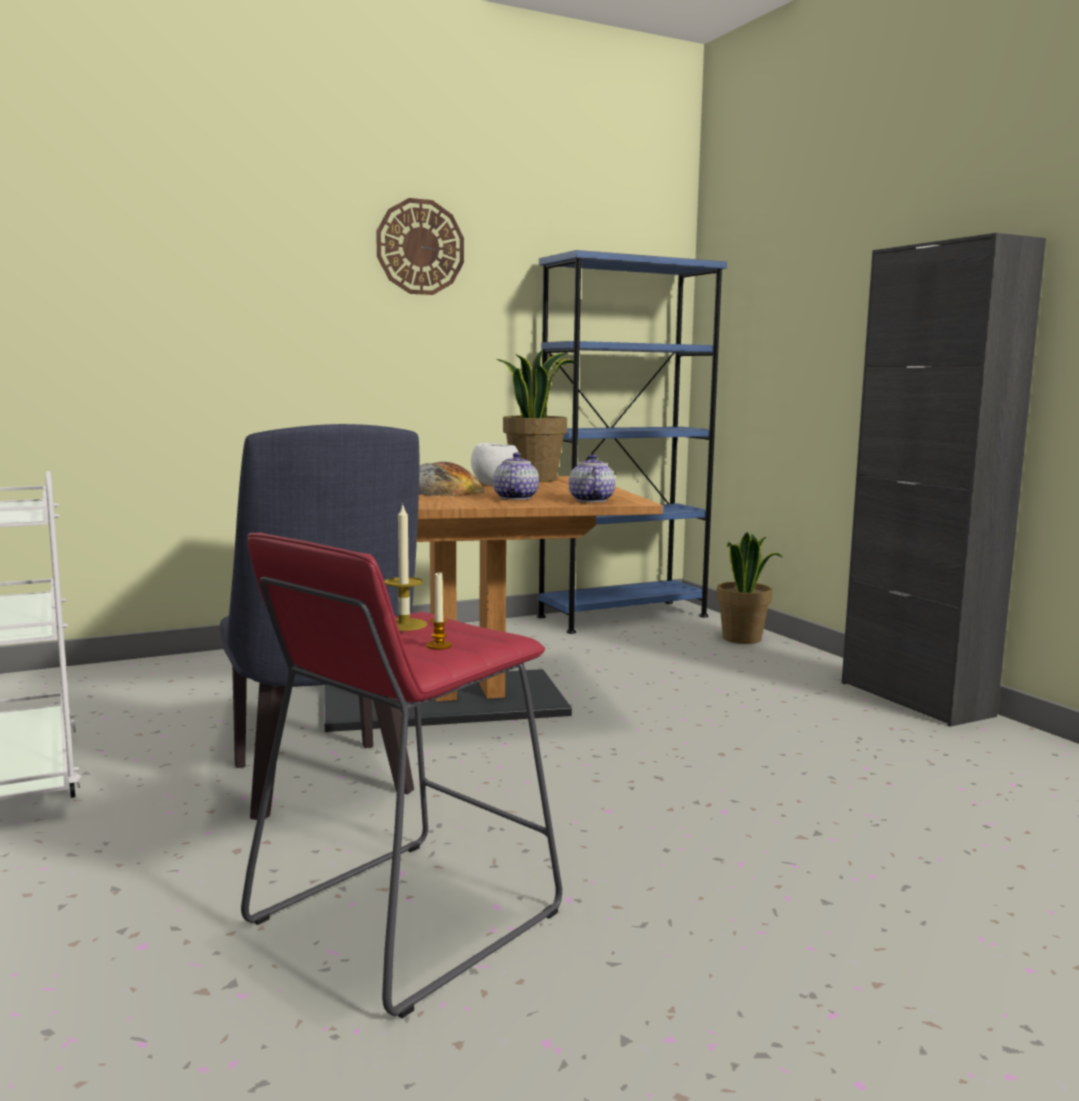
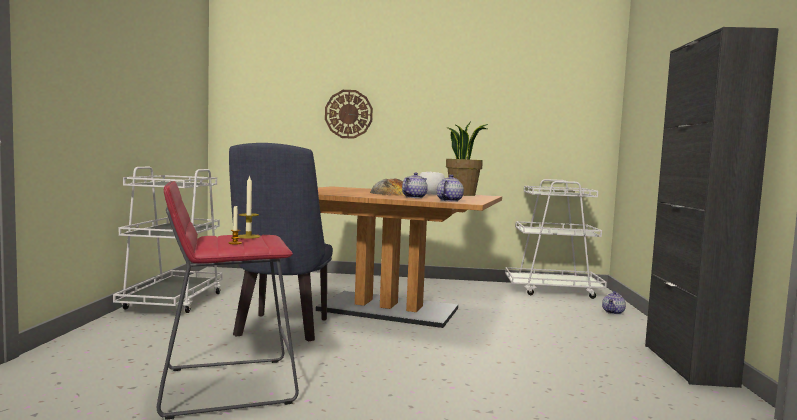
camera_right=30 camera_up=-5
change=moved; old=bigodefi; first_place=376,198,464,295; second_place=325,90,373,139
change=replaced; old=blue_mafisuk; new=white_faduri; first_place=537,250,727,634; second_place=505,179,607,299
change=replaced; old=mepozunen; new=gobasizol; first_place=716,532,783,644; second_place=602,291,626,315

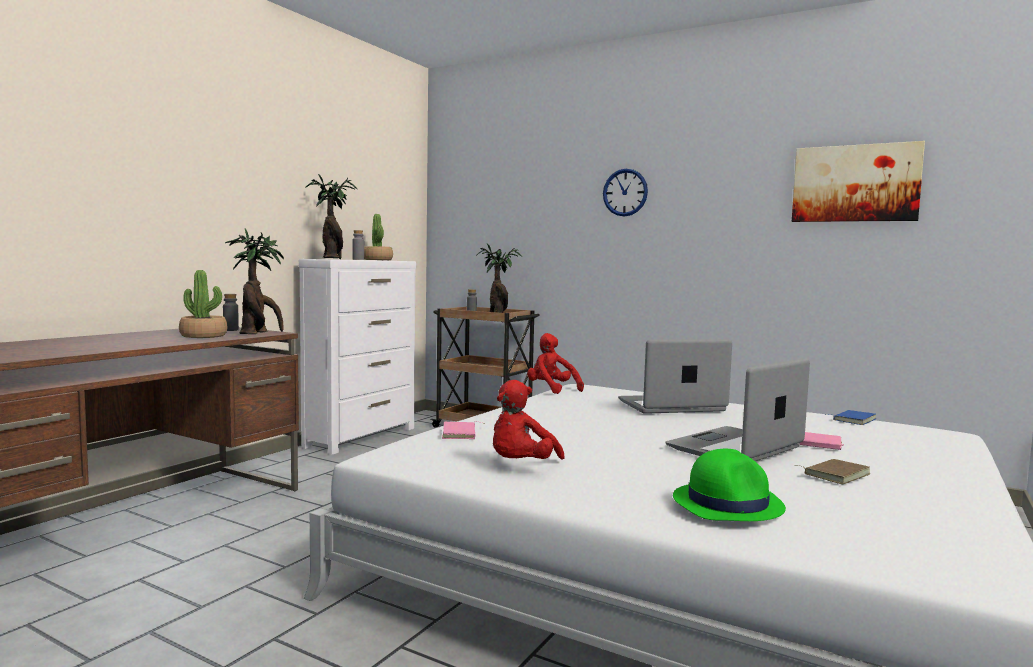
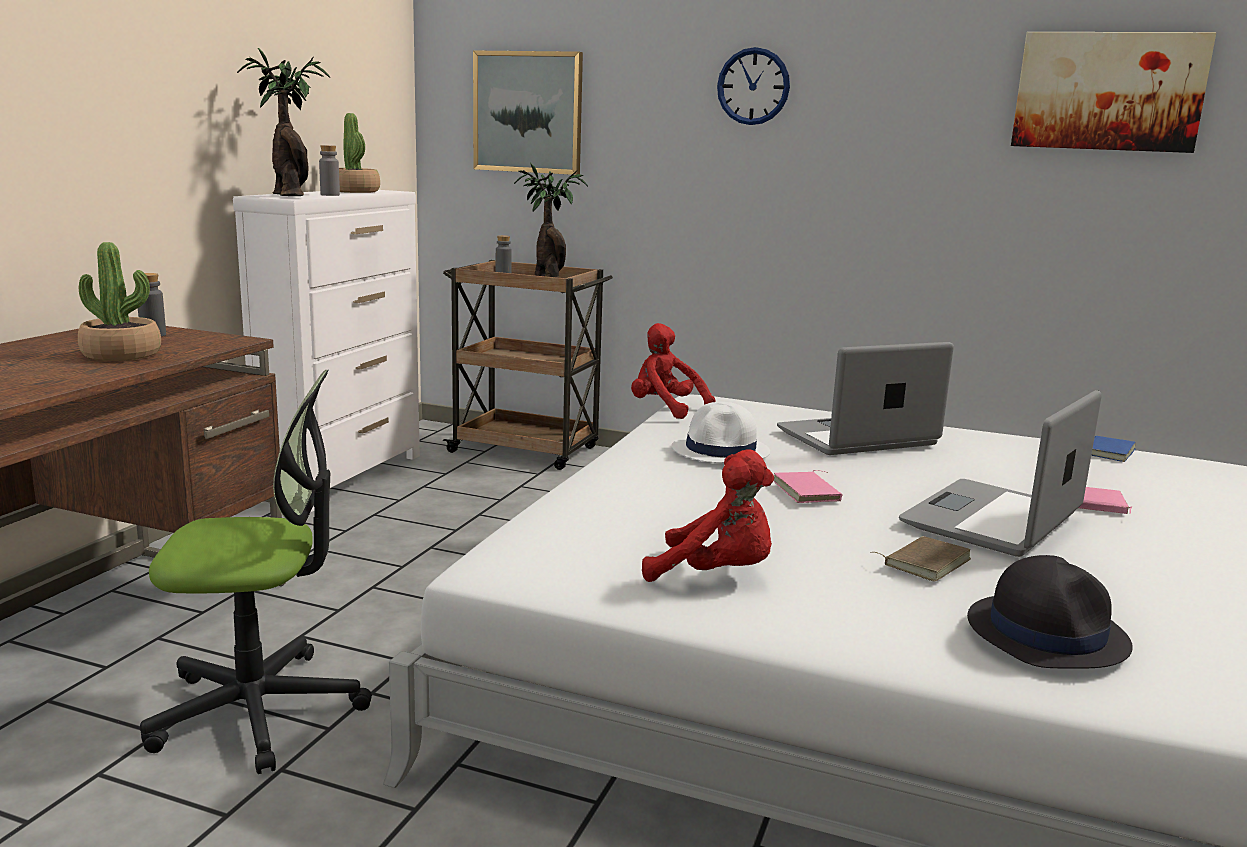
camera_right=-10 camera_up=10
change=removed; old=mepozunen; first_place=225,228,284,334
change=added; new=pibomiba; second_place=140,370,372,774
change=added; new=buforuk; second_place=473,50,583,175
change=added; new=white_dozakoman; second_place=672,402,770,463
change=moved; old=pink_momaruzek; first_place=442,421,482,439; second_place=774,470,843,503
change=moved; old=brown_momaruzek; first_place=794,459,870,484; second_place=870,536,971,582
change=recoloured; old=green_dozakoman; new=black_dozakoman; first_place=673,449,786,521; second_place=967,555,1133,668
change=turned; old=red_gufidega; first_place=493,380,565,460; second_place=642,449,774,582; degrees=-90

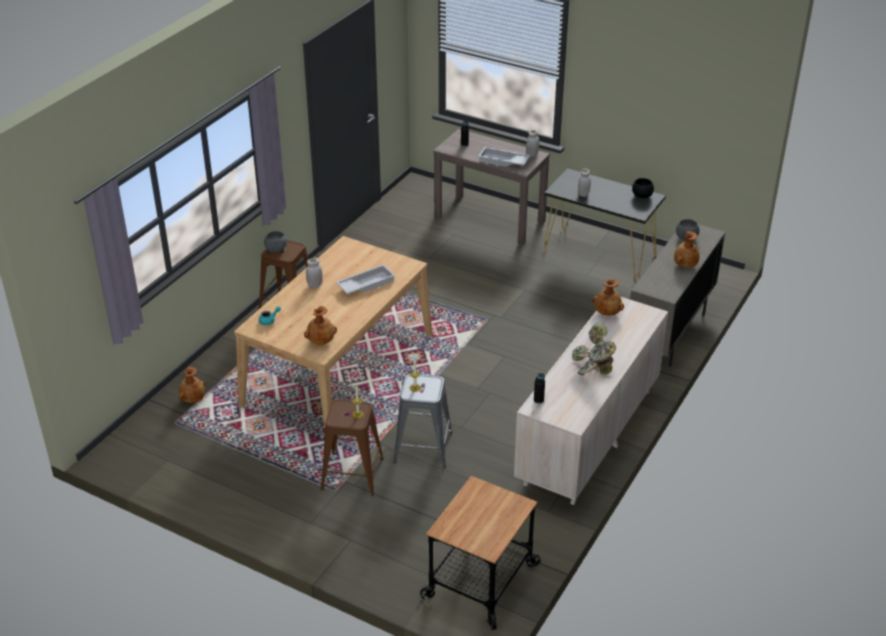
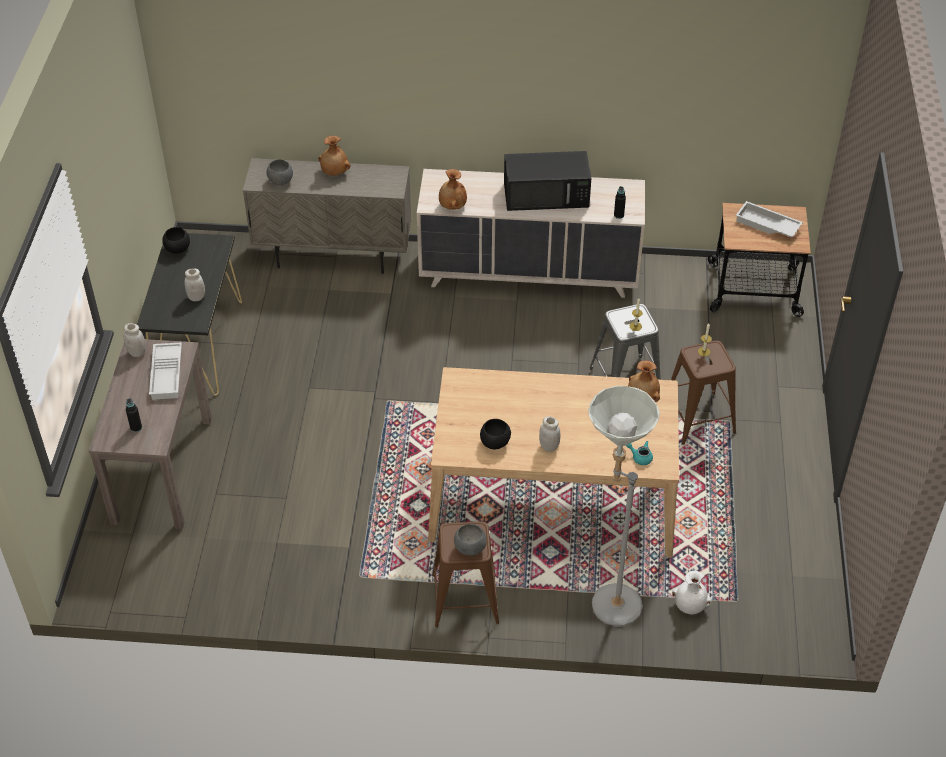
camera_right=-115 camera_up=10
change=added; new=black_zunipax; second_place=480,419,511,449
change=added; new=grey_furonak; second_place=588,386,660,627
change=moved; old=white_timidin; first_place=336,264,395,294; second_place=736,201,803,238
change=replaced; old=mepozunen; new=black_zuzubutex; first_place=572,323,616,375; second_place=504,151,591,211
change=recoloured; old=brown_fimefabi; new=white_fimefabi; first_place=179,367,205,403; second_place=672,571,712,614

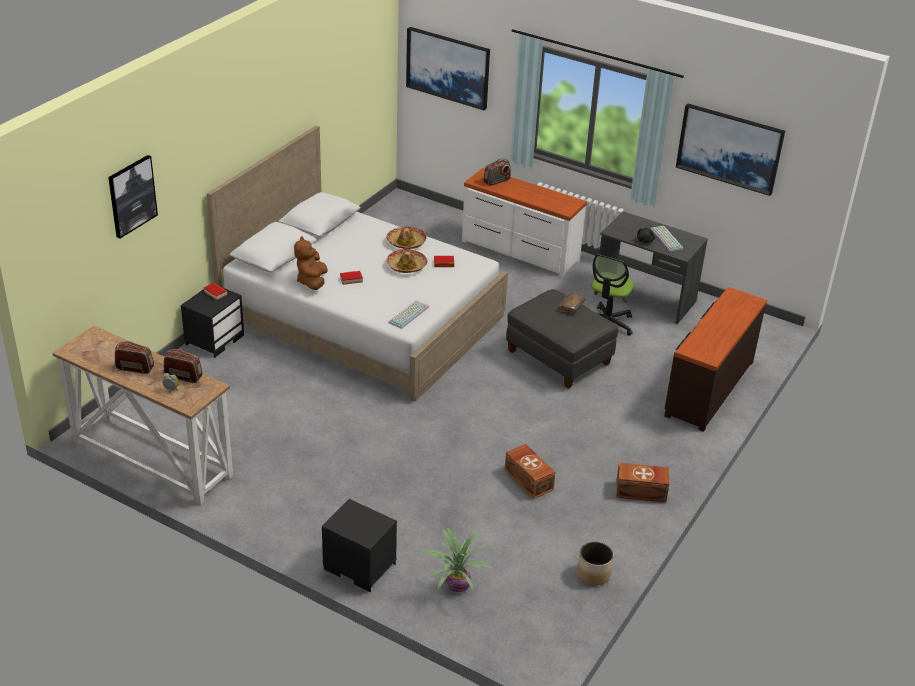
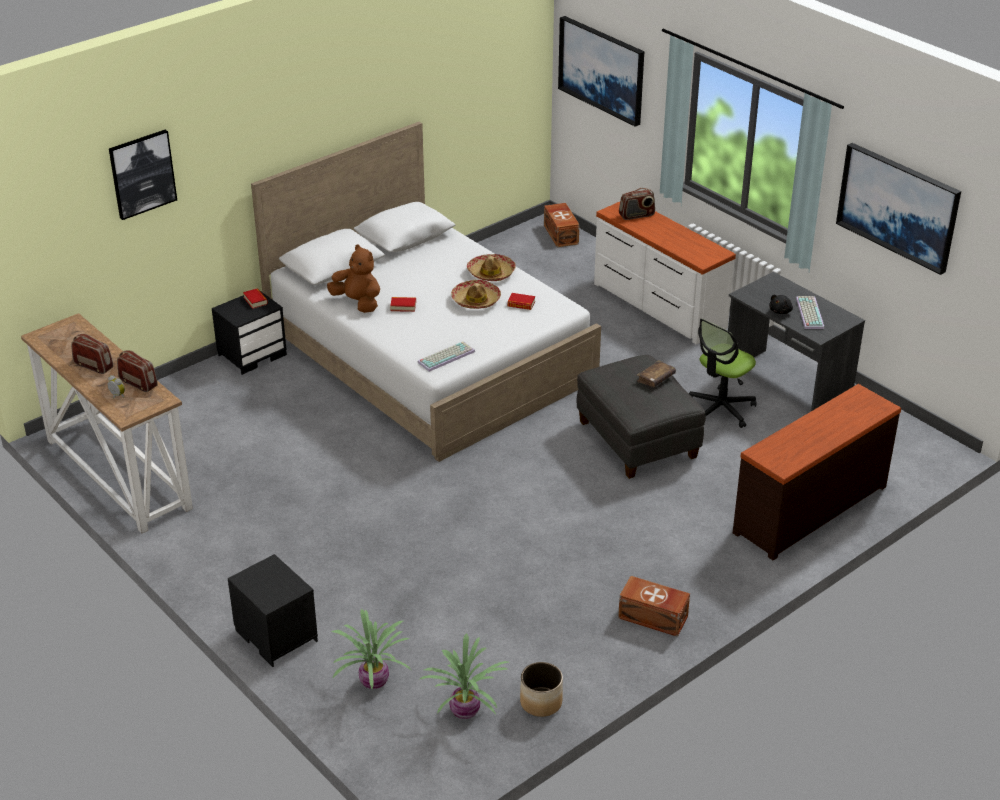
camera_right=20 camera_up=0
change=added; new=mepozunen; second_place=418,633,508,719
change=moved; old=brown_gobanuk; first_place=504,444,555,499; second_place=544,203,579,247
change=turned; old=brown_gufidega; first_place=294,236,328,290; second_place=327,244,380,313; degrees=105

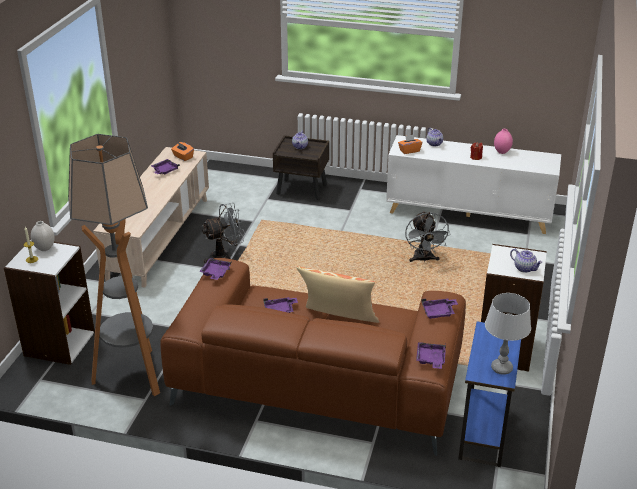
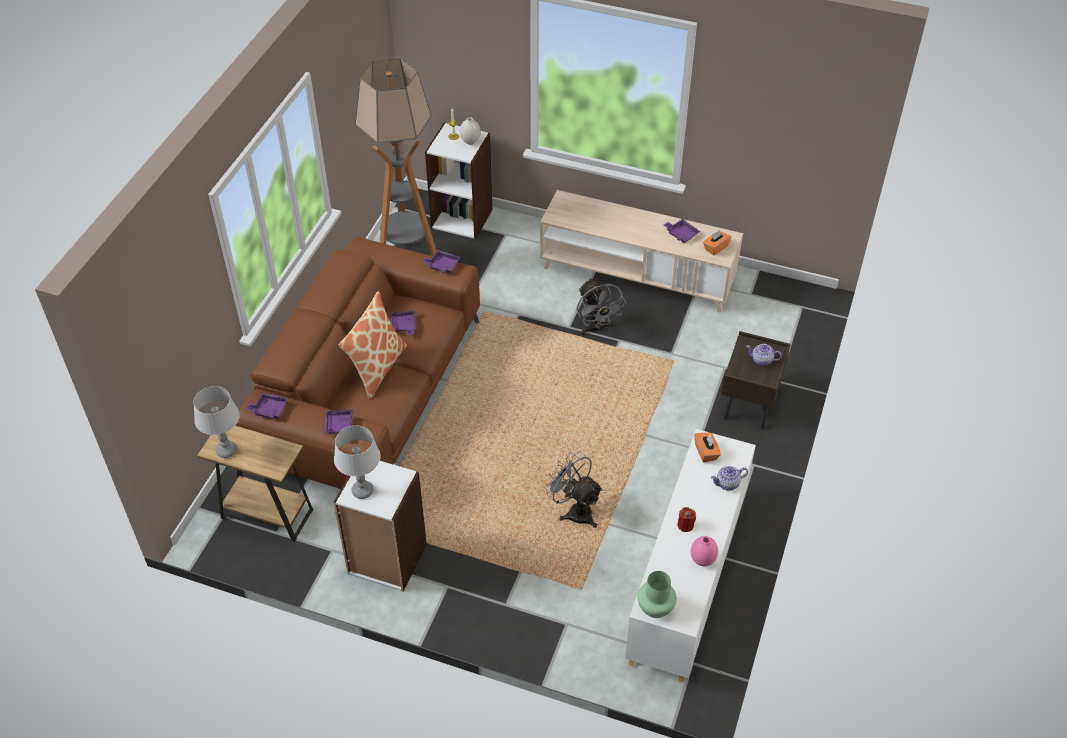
camera_right=95 camera_up=15
change=added; new=green_fimefabi; second_place=637,571,677,618
change=replaced; old=gobasizol; new=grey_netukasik; first_place=510,249,543,273; second_place=334,425,380,499
change=recoloured; old=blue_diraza; new=brown_diraza; first_place=458,322,521,467; second_place=197,426,313,542
change=turned; old=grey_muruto; first_place=405,211,451,262; second_place=544,451,603,528; degrees=45

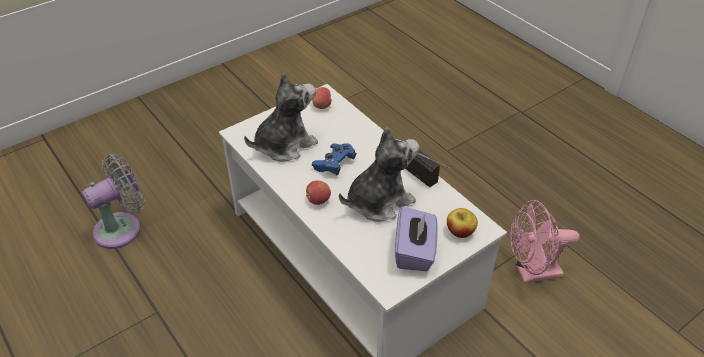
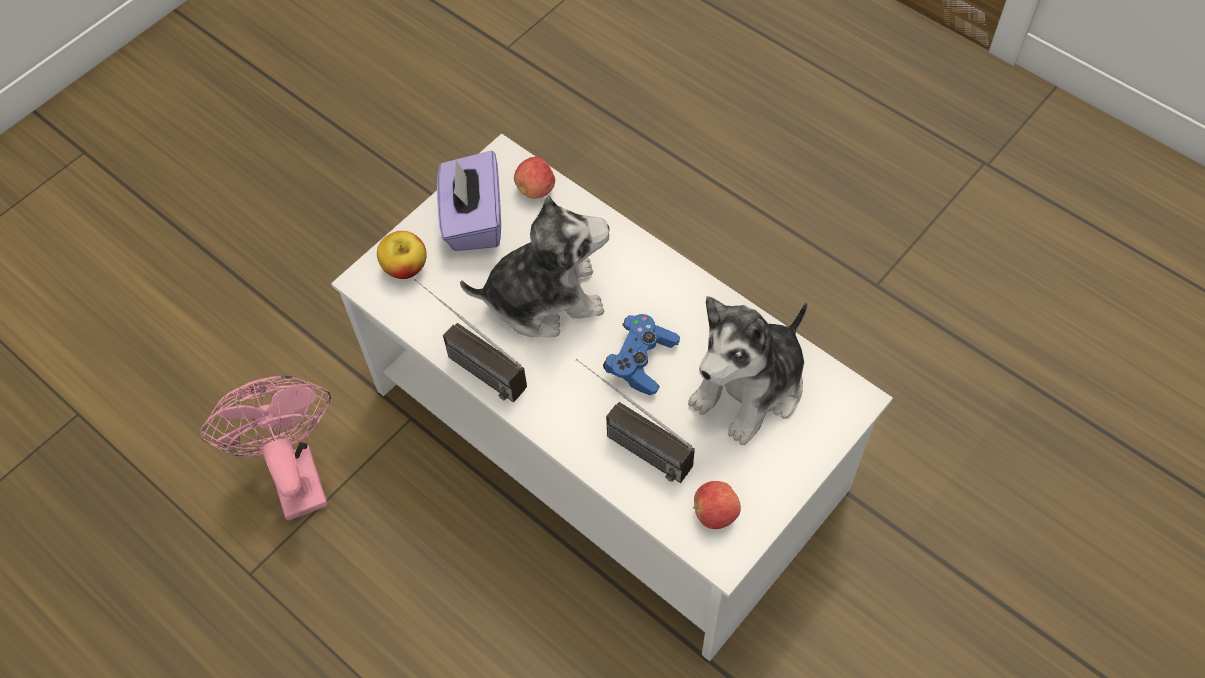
camera_right=170 camera_up=15
change=removed; old=grey_muruto; first_place=82,153,145,249
change=added; new=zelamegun; second_place=576,359,695,483
change=moved; old=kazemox; first_place=306,181,331,205; second_place=514,157,555,199
change=turned; old=gufidega; first_place=339,128,419,222; second_place=460,195,609,337; degrees=-150
change=turned; old=pink_muruto; first_place=510,200,579,283; second_place=200,376,331,521; degrees=-90

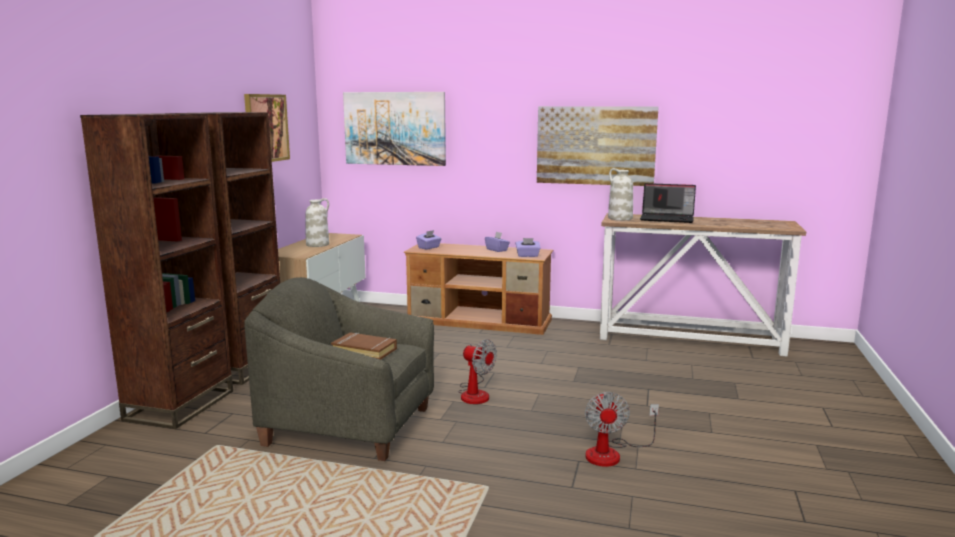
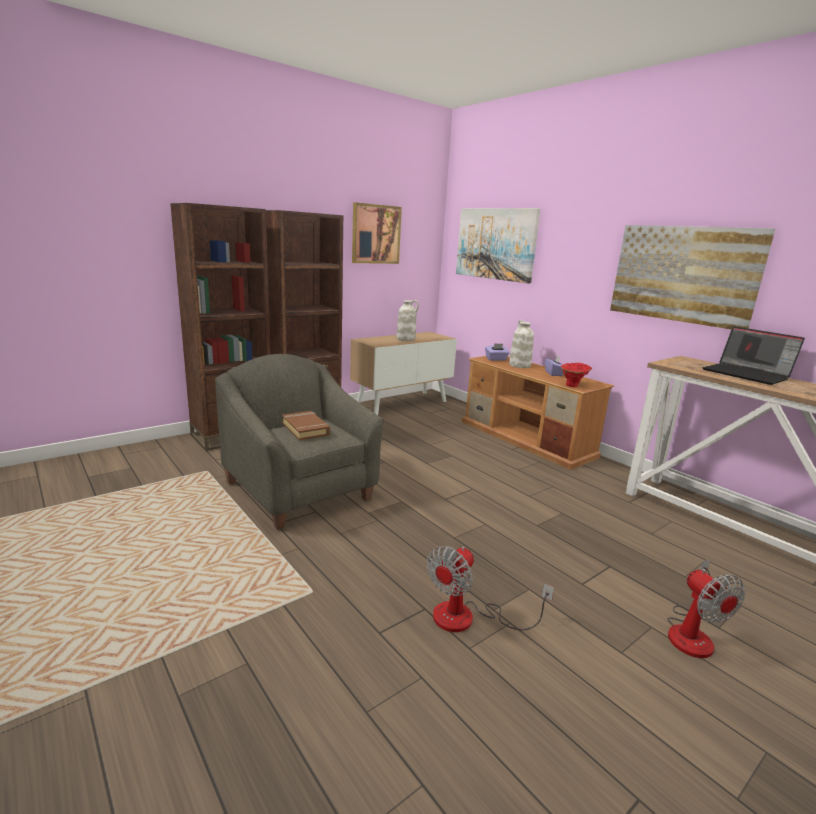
camera_right=35 camera_up=5
change=moved; old=muruto; first_place=458,339,497,404; second_place=667,560,746,658
change=moved; old=white_fimefabi; first_place=608,168,633,220; second_place=509,320,534,368
change=replaced; old=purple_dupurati; new=red_fimefabi; first_place=516,238,540,257; second_place=561,363,592,387

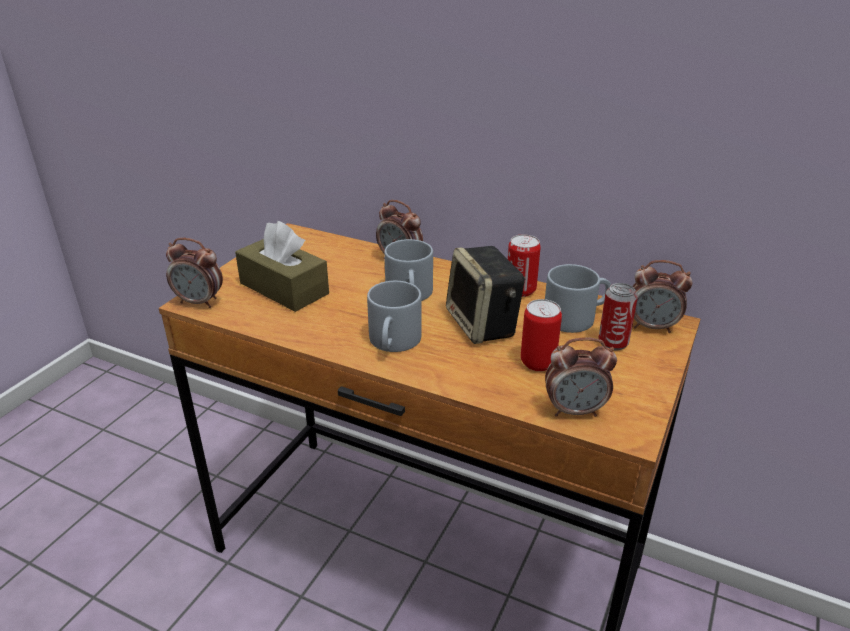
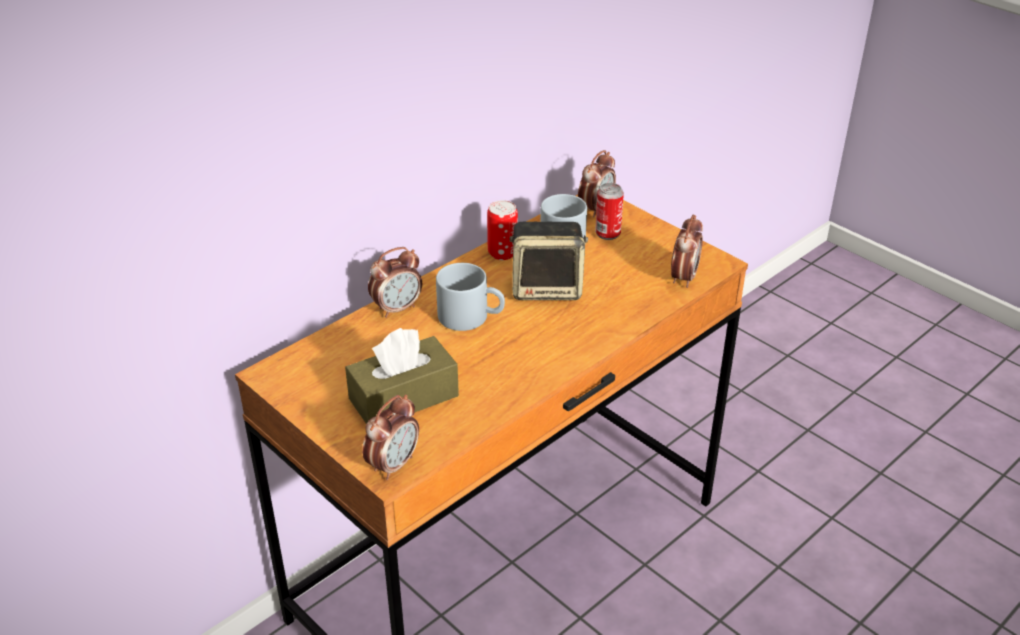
camera_right=-70 camera_up=5
change=removed; old=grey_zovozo; first_place=367,281,422,352
change=removed; old=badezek; first_place=521,299,562,371

